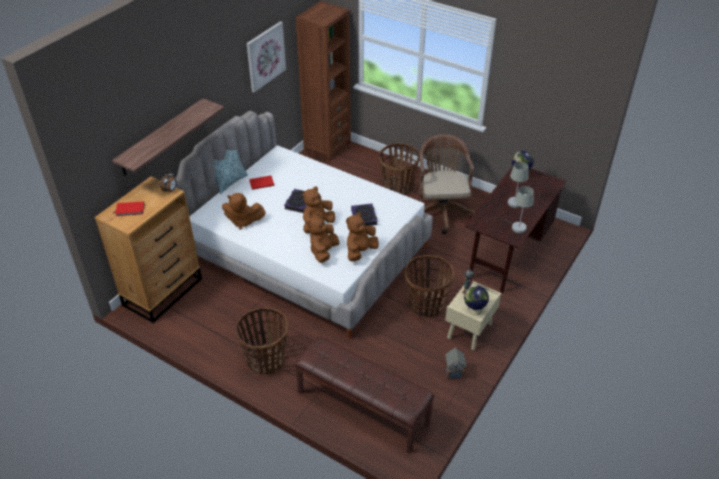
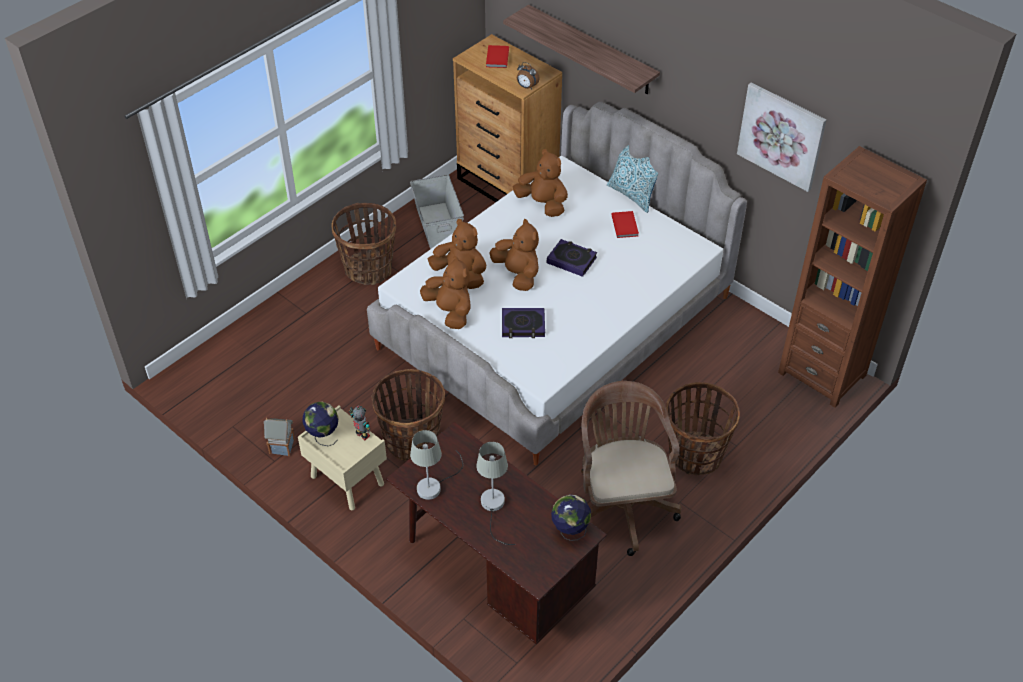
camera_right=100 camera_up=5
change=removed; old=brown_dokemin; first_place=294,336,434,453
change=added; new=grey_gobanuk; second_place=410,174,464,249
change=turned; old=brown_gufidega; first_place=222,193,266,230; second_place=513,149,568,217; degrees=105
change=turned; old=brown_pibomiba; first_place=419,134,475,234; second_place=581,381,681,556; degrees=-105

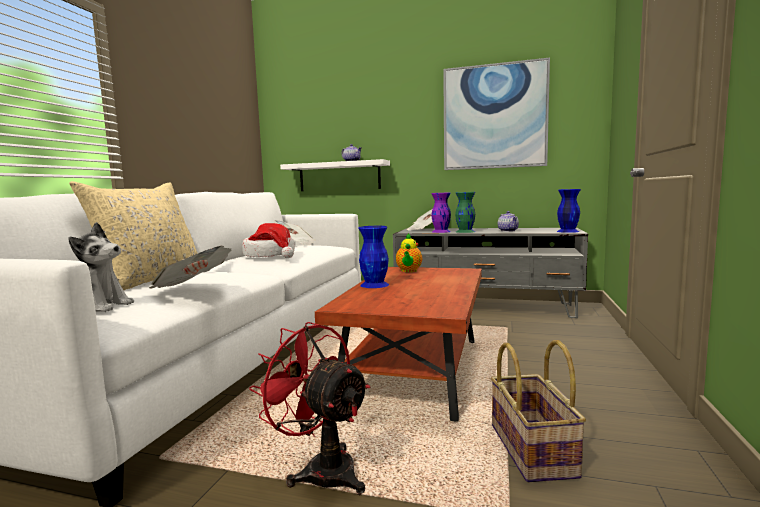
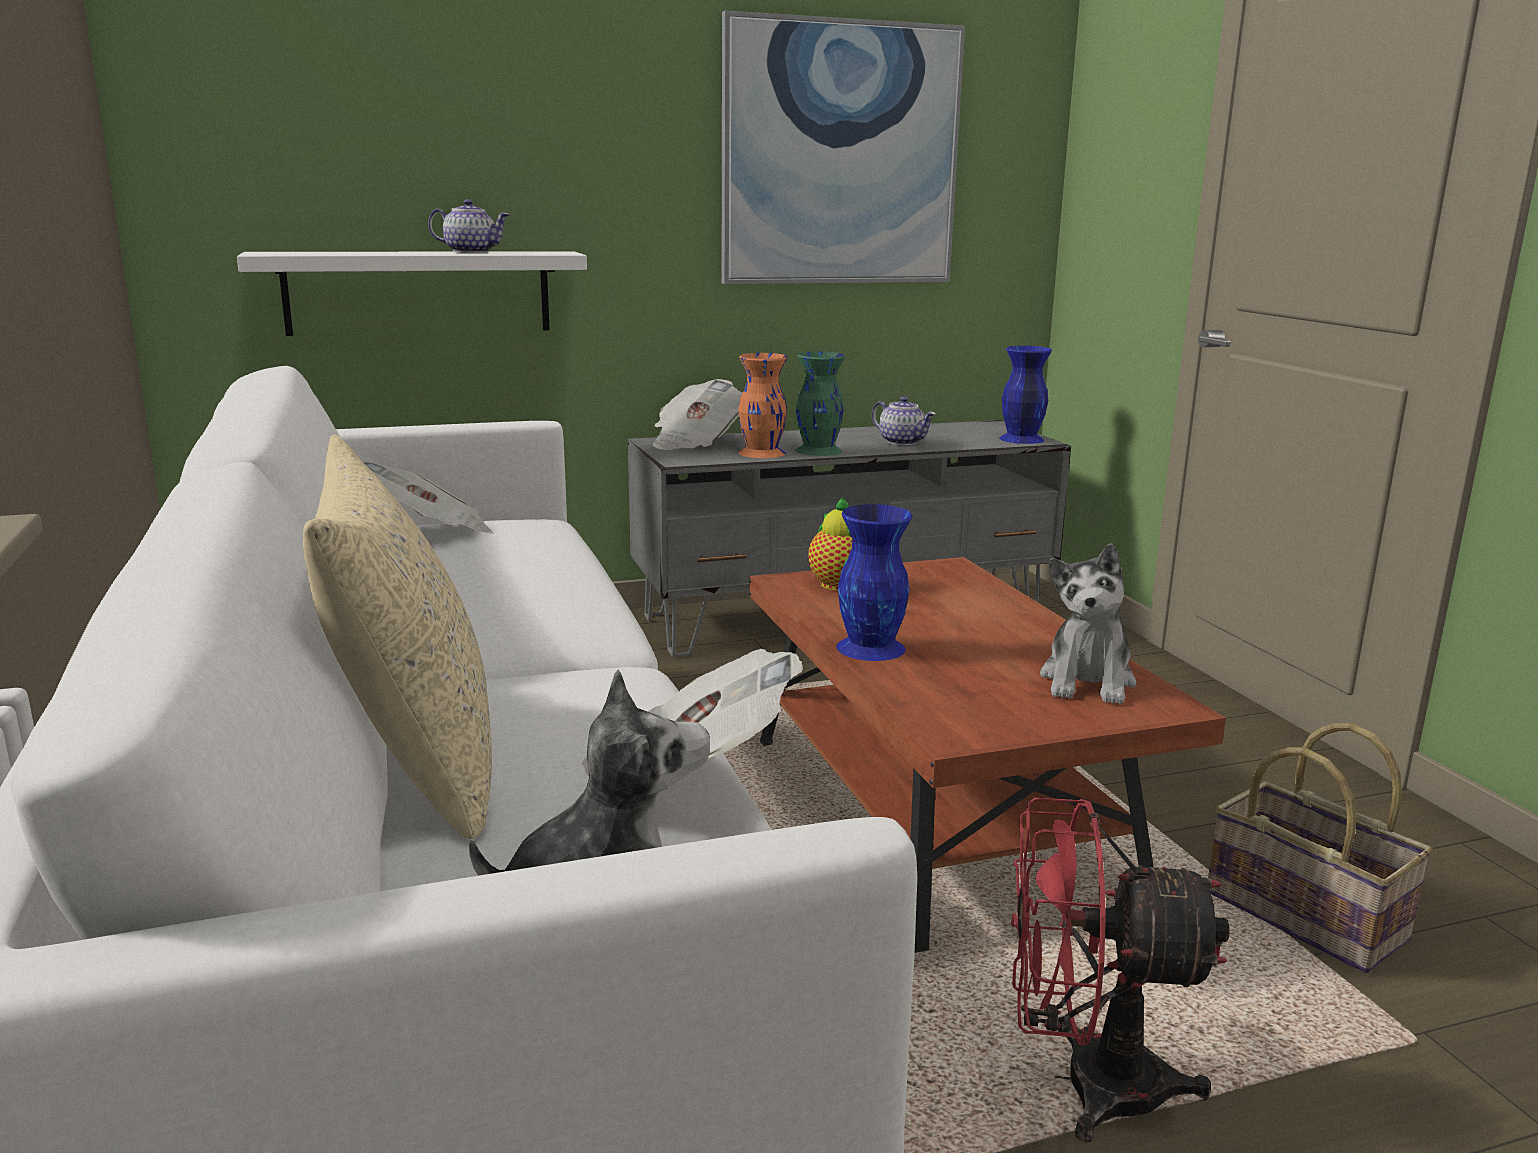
camera_right=-35 camera_up=10
change=removed; old=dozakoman; first_place=242,223,295,258
change=added; new=gufidega; second_place=1040,543,1137,704
change=recoloured; old=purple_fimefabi; new=orange_fimefabi; first_place=431,192,451,233; second_place=738,353,787,458

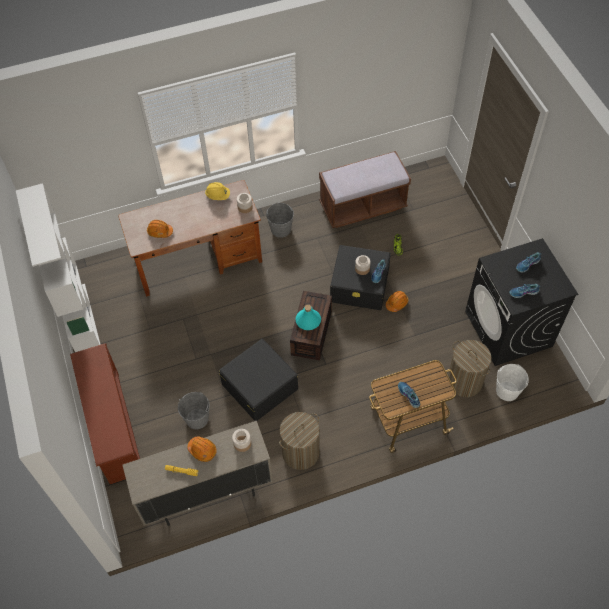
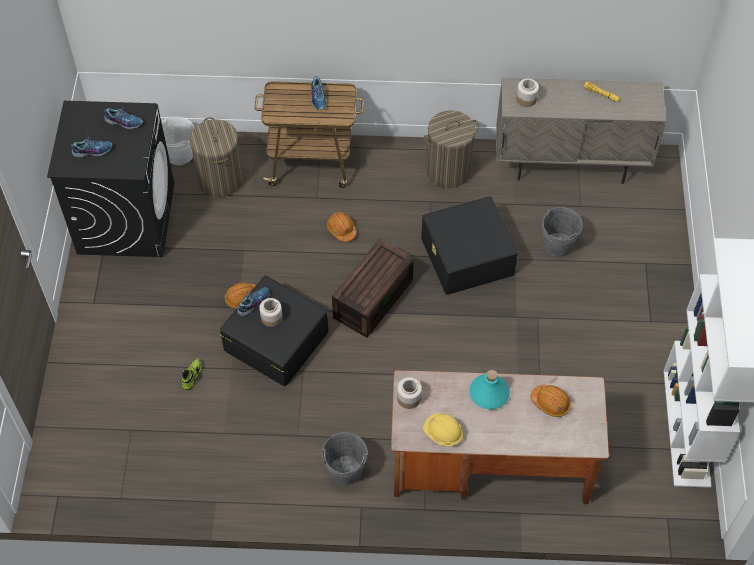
camera_right=-160 camera_up=0
change=removed; old=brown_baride; first_place=70,343,140,484
change=removed; old=brown_dokemin; first_place=319,151,411,228
change=moved; old=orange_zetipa; first_place=187,437,217,462; second_place=327,212,357,242
change=moved; old=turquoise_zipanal; first_place=295,304,321,330; second_place=469,370,510,410

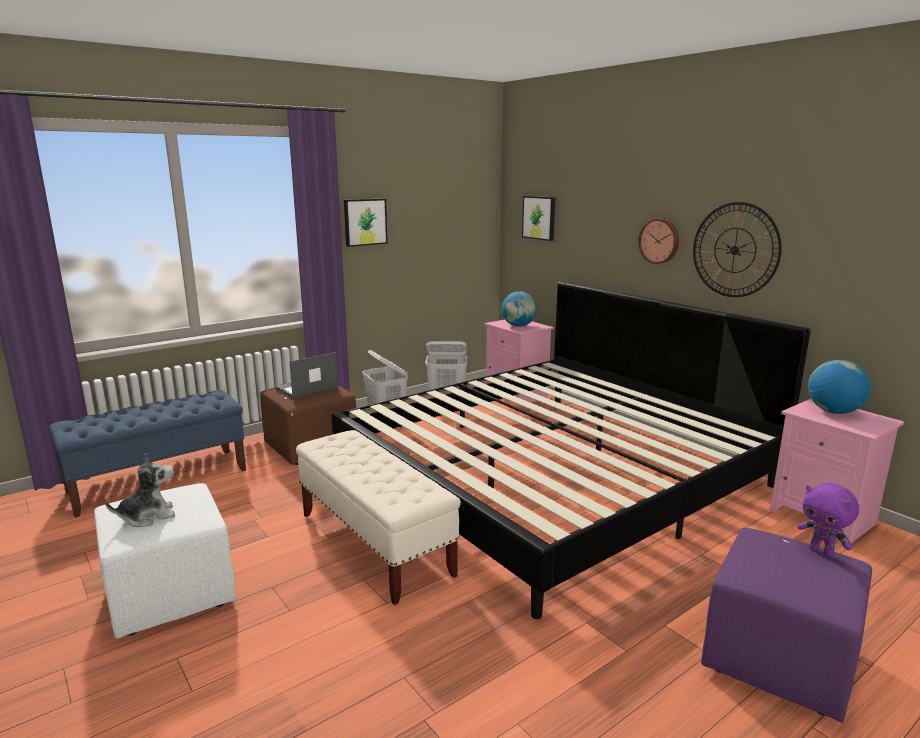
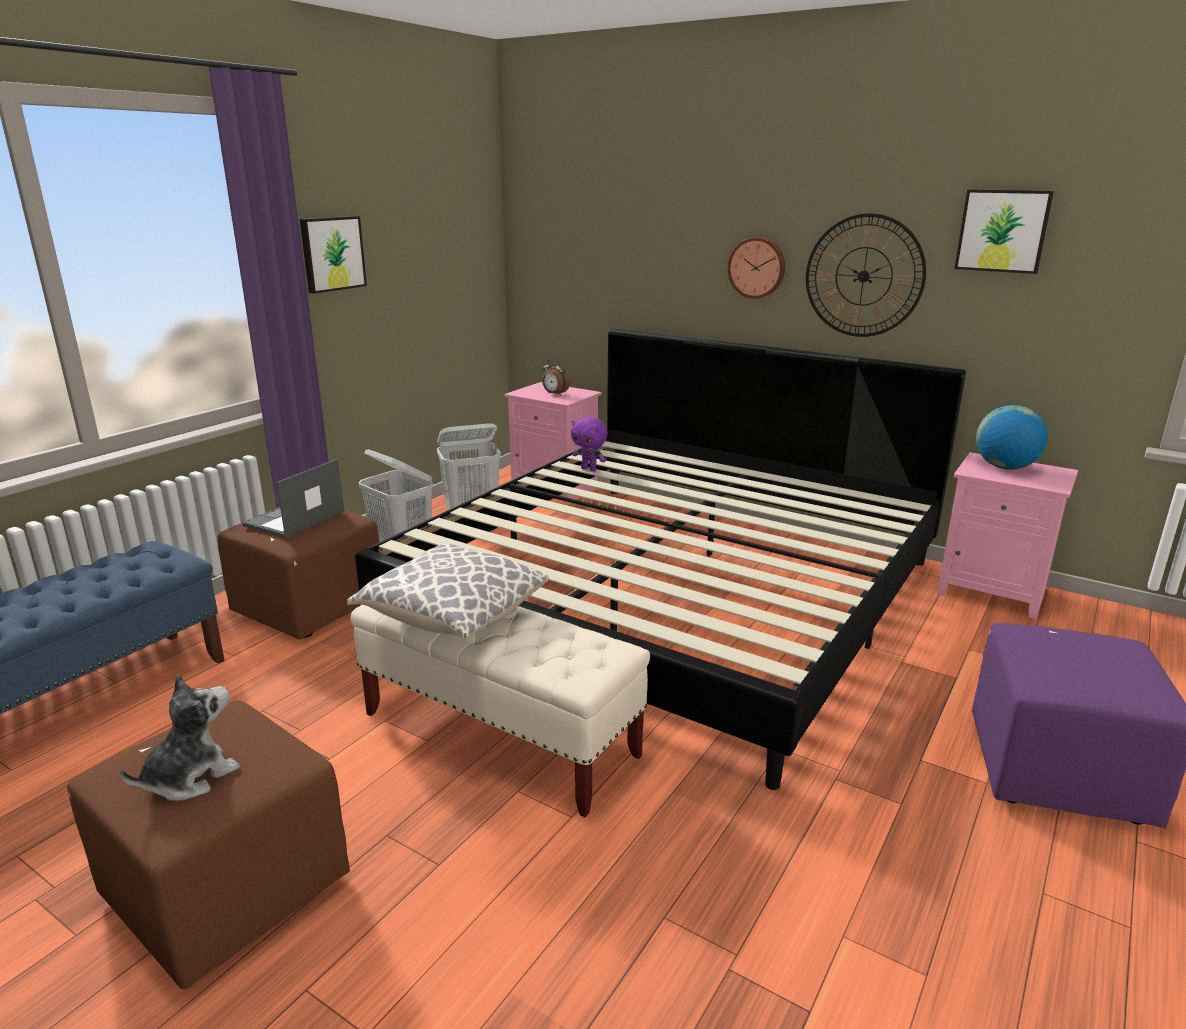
camera_right=-20 camera_up=5
change=added; new=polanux; second_place=347,544,549,640
change=moved; old=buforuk; first_place=522,196,555,241; second_place=954,189,1054,274
change=moved; old=purple_gufidega; first_place=798,483,859,557; second_place=571,417,608,471
change=replaced; old=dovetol; new=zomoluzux; first_place=502,291,537,327; second_place=542,358,570,396
change=recoloured; old=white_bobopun; new=brown_bobopun; first_place=94,483,236,639; second_place=67,700,350,989

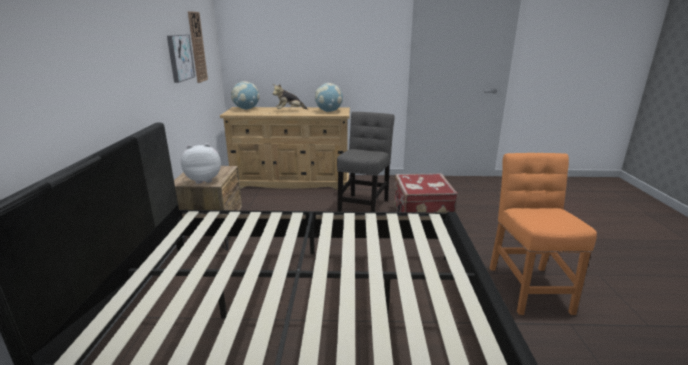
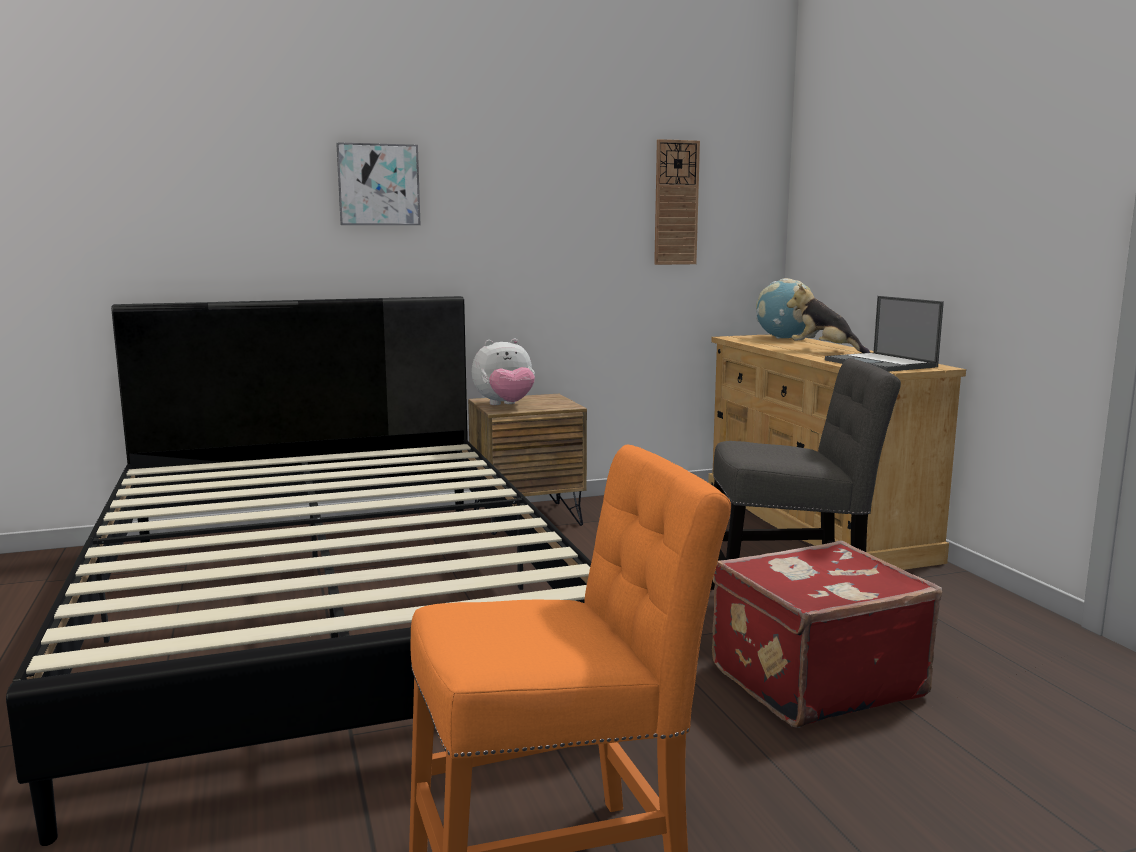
camera_right=70 camera_up=-10
change=moved; old=buforuk; first_place=167,35,195,83; second_place=336,142,421,225
change=replaced; old=dovetol; new=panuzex; first_place=315,83,343,112; second_place=825,296,944,372
change=turned; old=gufidega; first_place=181,143,221,184; second_place=472,338,535,405; degrees=105

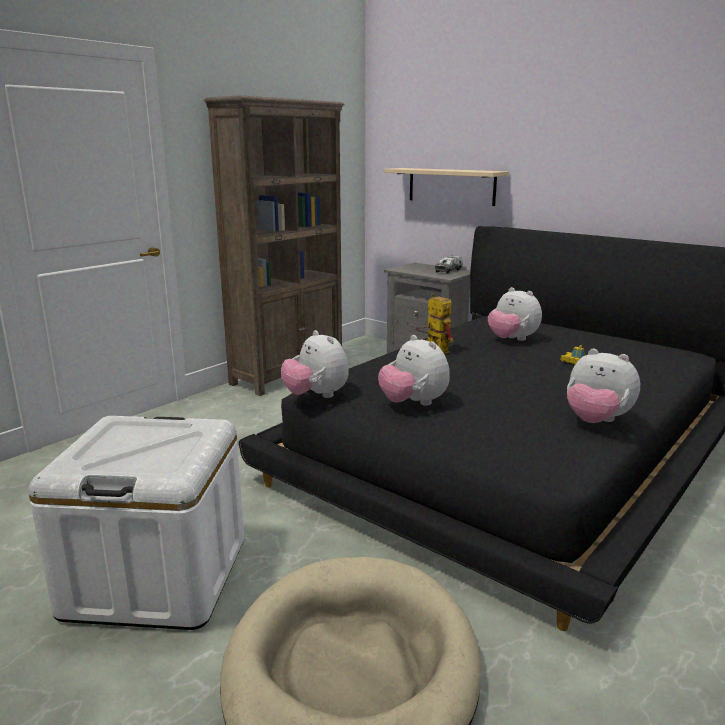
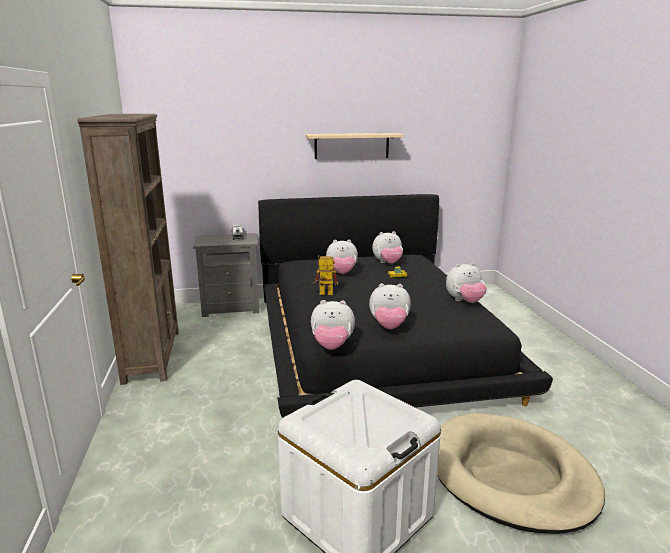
camera_right=-50 camera_up=0
change=added; new=gufidega; second_place=372,231,403,264
change=moved; old=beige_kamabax; first_place=384,168,509,206; second_place=305,133,404,159

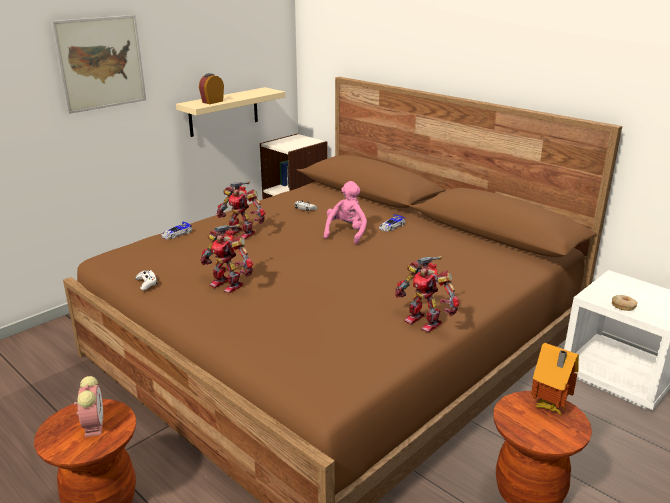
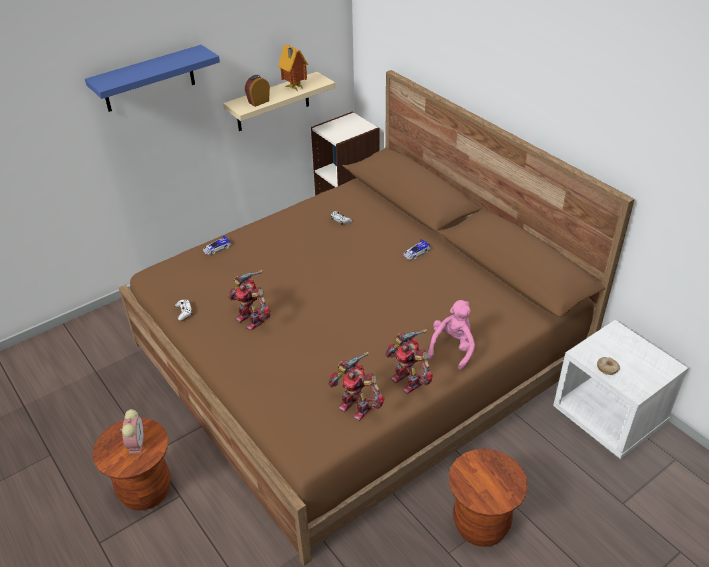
camera_right=10 camera_up=15
change=moved; old=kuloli; first_place=217,181,265,239; second_place=329,352,384,421
change=moved; old=pink_gufidega; first_place=324,181,367,244; second_place=428,300,475,370
change=moved; old=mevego; first_place=531,343,579,415; second_place=278,45,308,91
change=replaced; old=buforuk; new=blue_kamabax; first_place=51,15,146,114; second_place=85,45,220,112

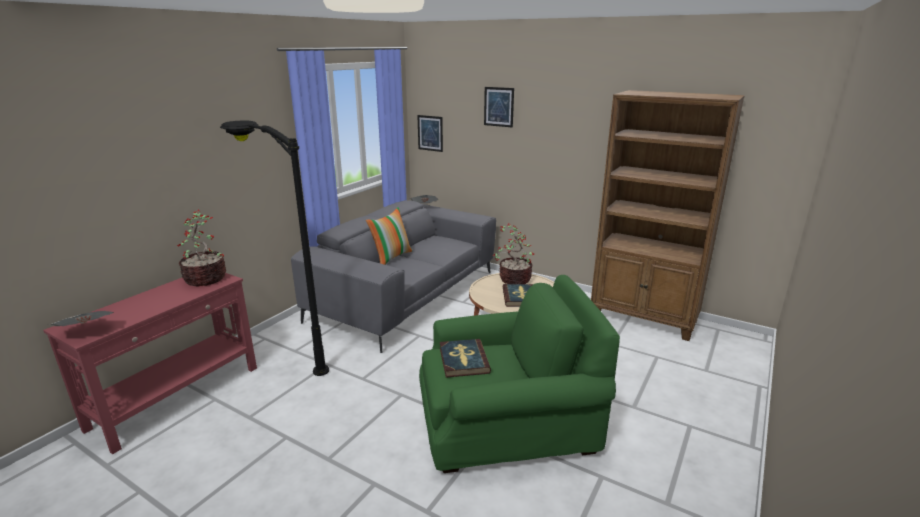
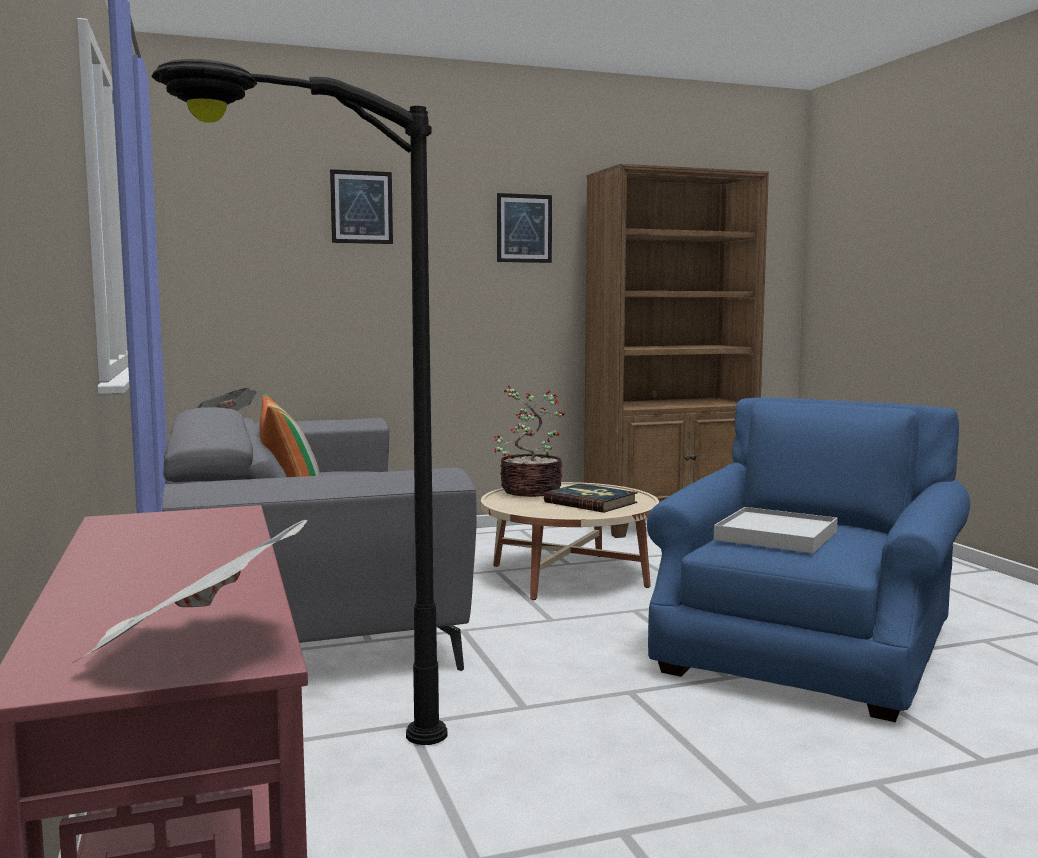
camera_right=-50 camera_up=-15
change=removed; old=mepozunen; first_place=177,210,226,287
change=moved; old=buforuk; first_place=417,115,443,152; second_place=497,193,552,263
change=replaced; old=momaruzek; new=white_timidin; first_place=440,339,491,378; second_place=714,507,838,553
change=recoloured; old=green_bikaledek; new=blue_bikaledek; first_place=419,275,620,473; second_place=647,398,970,722

